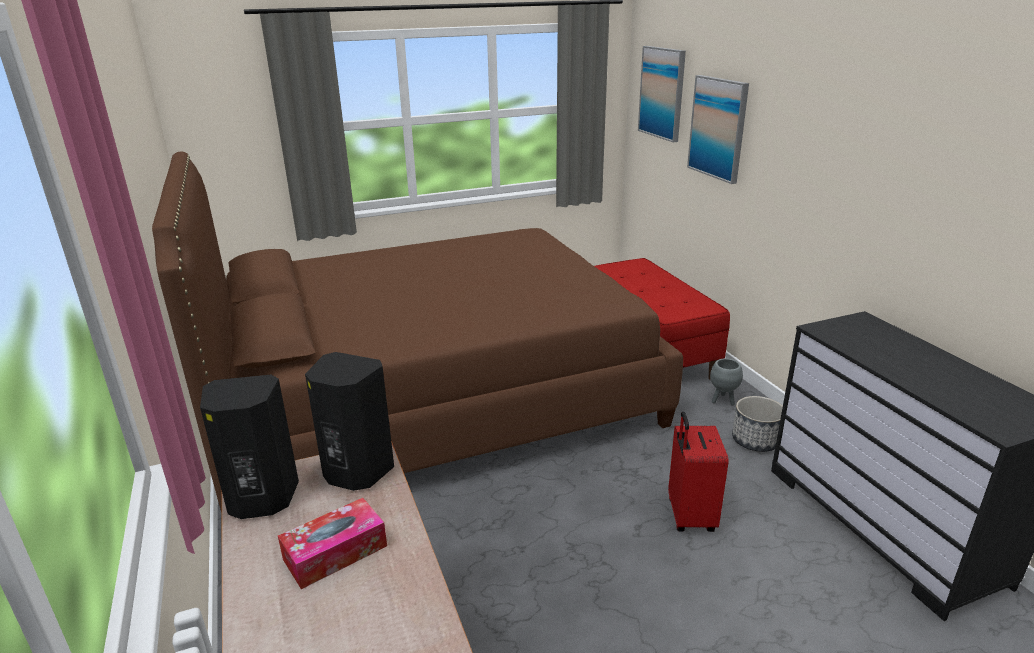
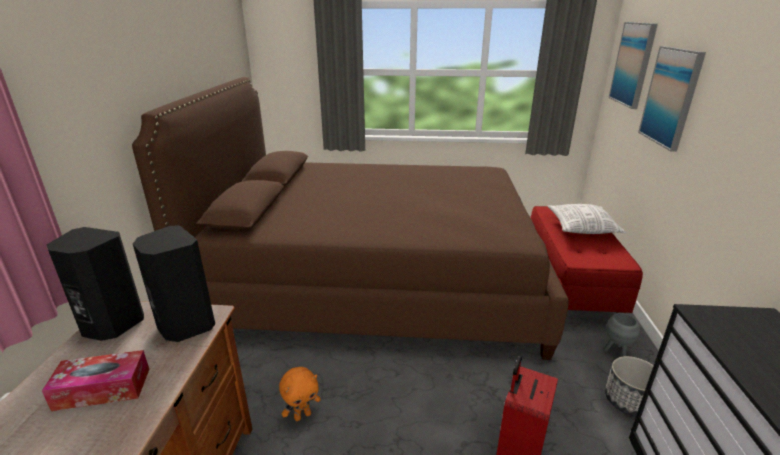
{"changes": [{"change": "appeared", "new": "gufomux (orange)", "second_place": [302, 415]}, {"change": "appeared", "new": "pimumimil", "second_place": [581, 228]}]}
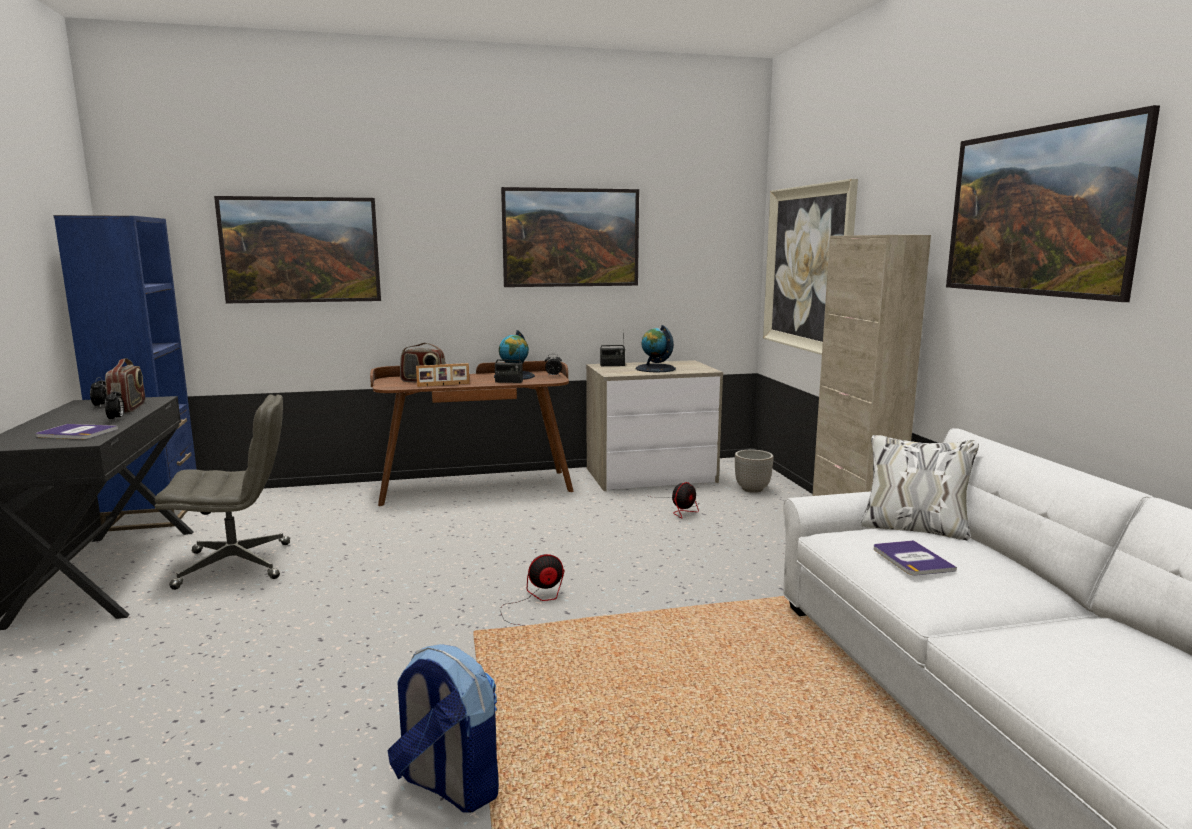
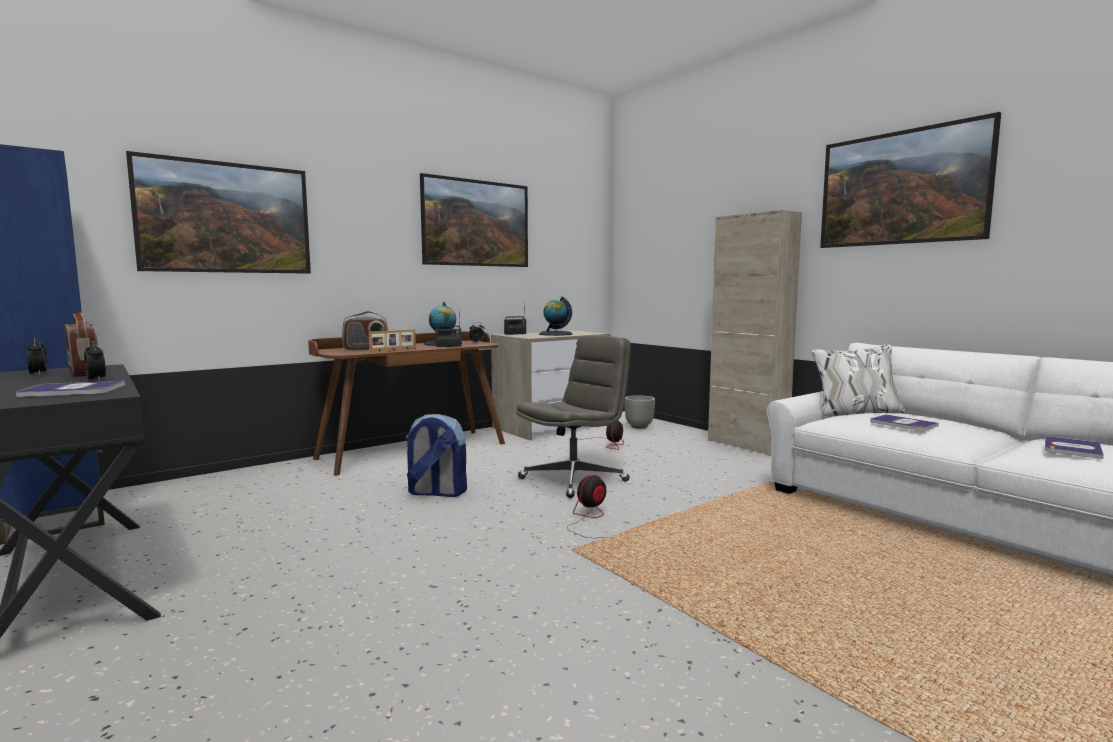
{"changes": [{"change": "relocated", "old": "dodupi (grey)", "first_place": [236, 565], "second_place": [574, 479]}, {"change": "relocated", "old": "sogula", "first_place": [448, 785], "second_place": [436, 492]}, {"change": "missing", "old": "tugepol", "first_place": [808, 268]}, {"change": "appeared", "new": "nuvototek", "second_place": [1072, 448]}]}
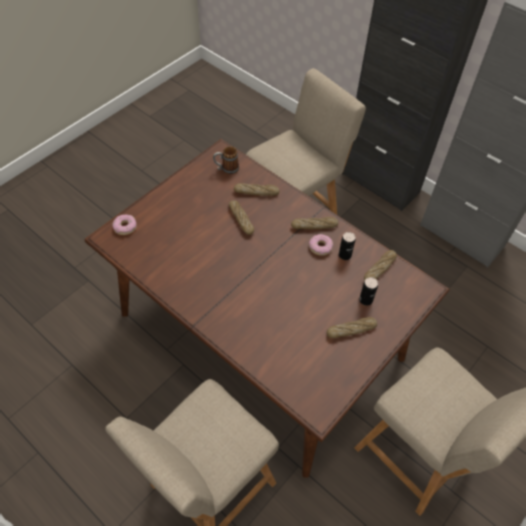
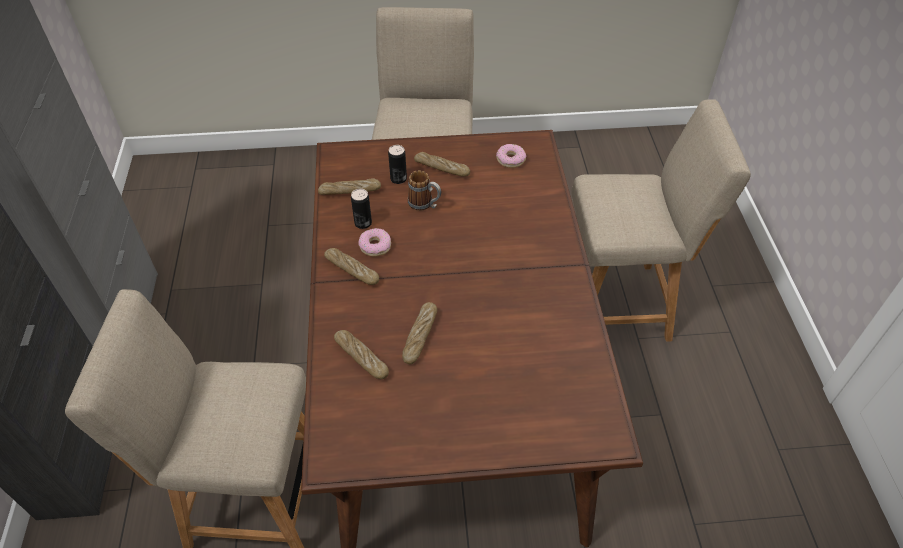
{"changes": [{"change": "relocated", "old": "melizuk", "first_place": [125, 227], "second_place": [510, 159]}, {"change": "relocated", "old": "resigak", "first_place": [226, 169], "second_place": [425, 205]}]}
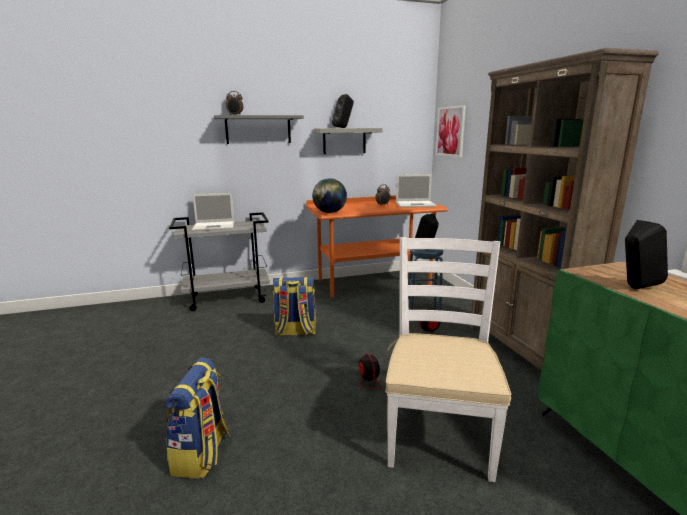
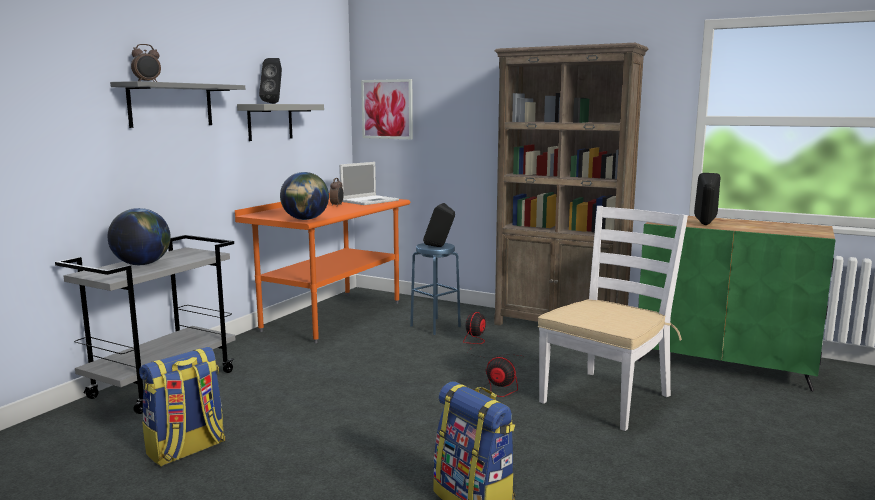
{"changes": [{"change": "exchanged", "old": "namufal", "new": "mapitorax", "first_place": [215, 226], "second_place": [142, 264]}, {"change": "relocated", "old": "sogula", "first_place": [295, 332], "second_place": [186, 450]}, {"change": "spun", "old": "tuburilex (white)", "first_place": [438, 433], "second_place": [606, 398], "degrees": 75}]}
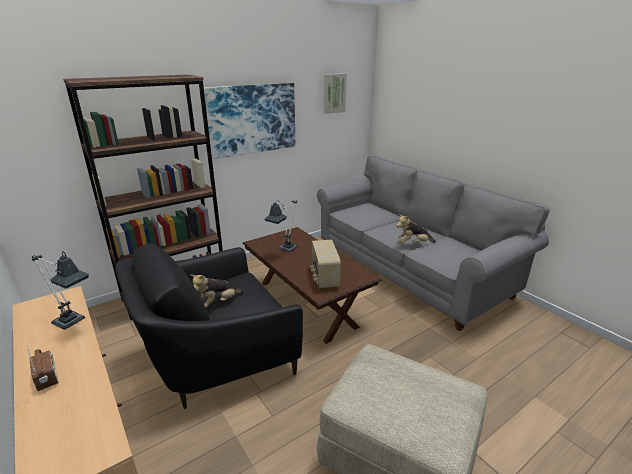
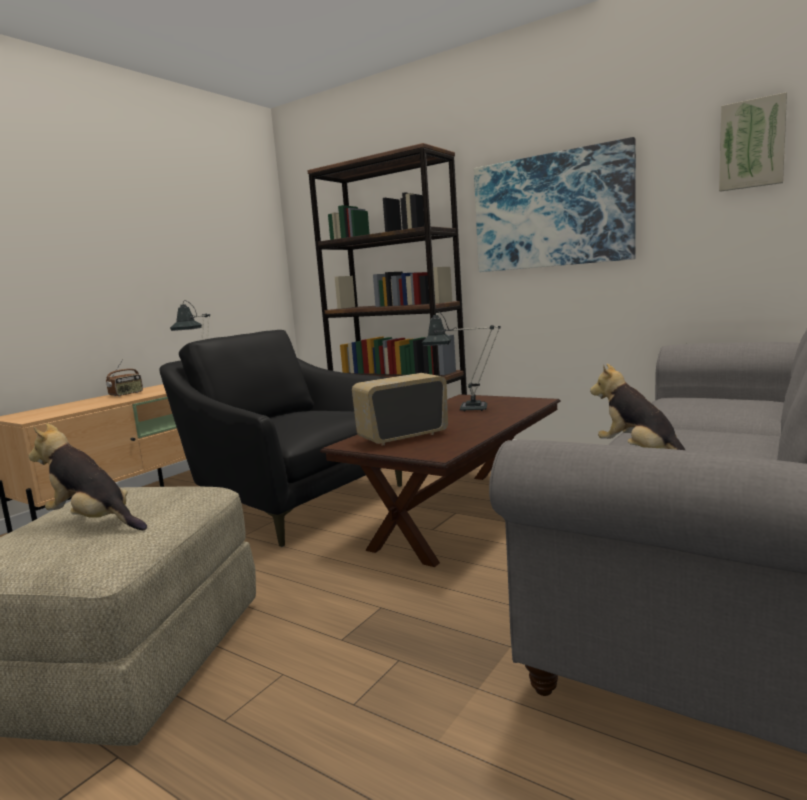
{"changes": [{"change": "relocated", "old": "gufomux", "first_place": [218, 303], "second_place": [94, 522]}]}
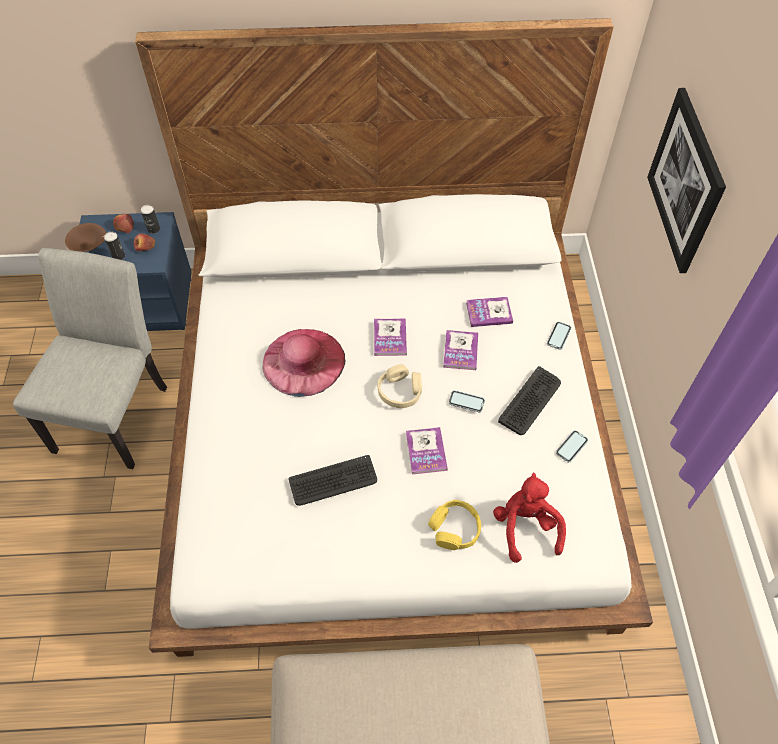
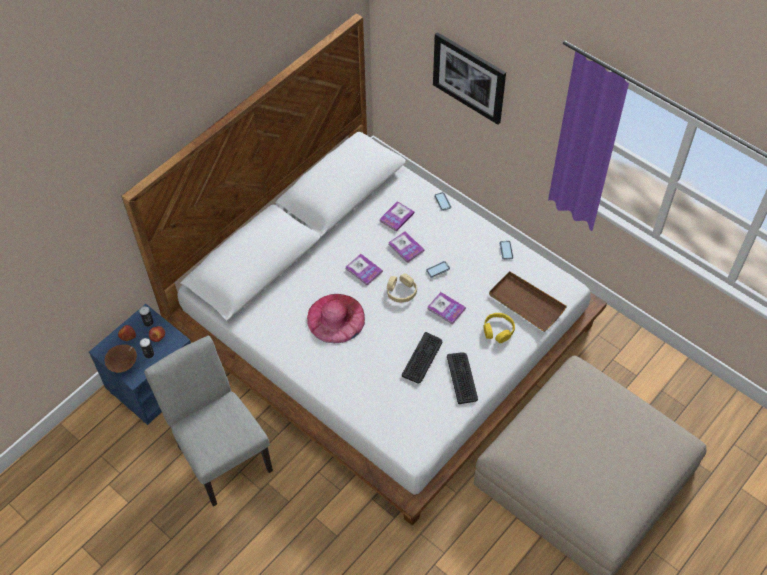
{"changes": [{"change": "exchanged", "old": "gufomux (red)", "new": "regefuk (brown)", "first_place": [525, 527], "second_place": [526, 303]}, {"change": "relocated", "old": "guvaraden", "first_place": [530, 401], "second_place": [462, 378]}]}
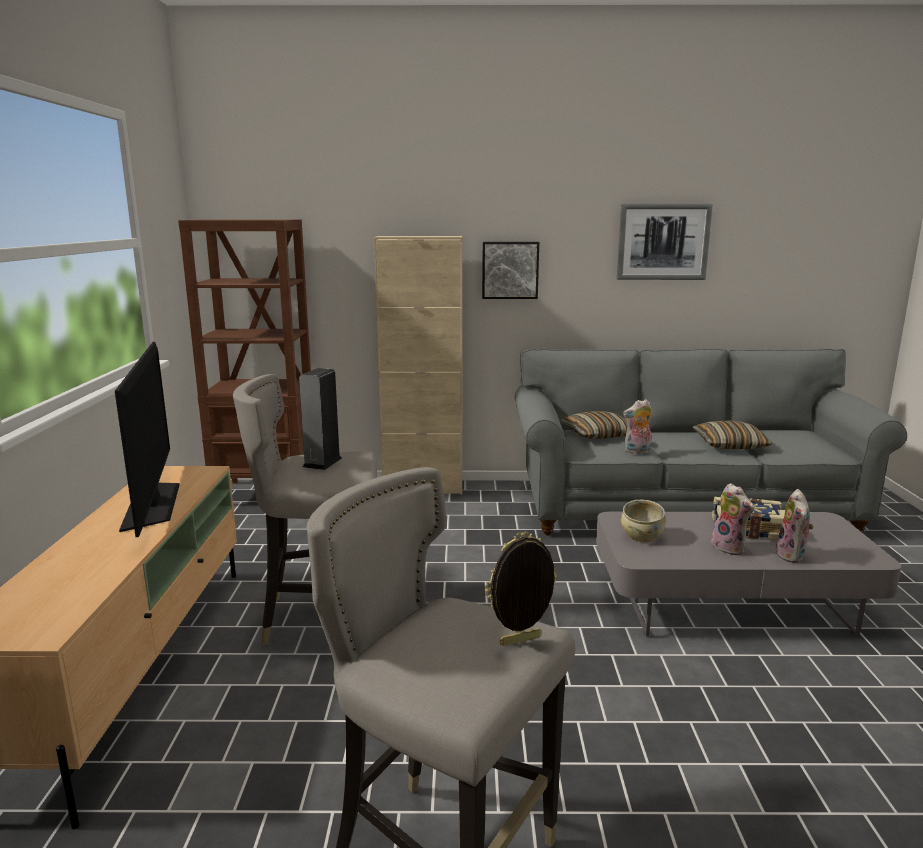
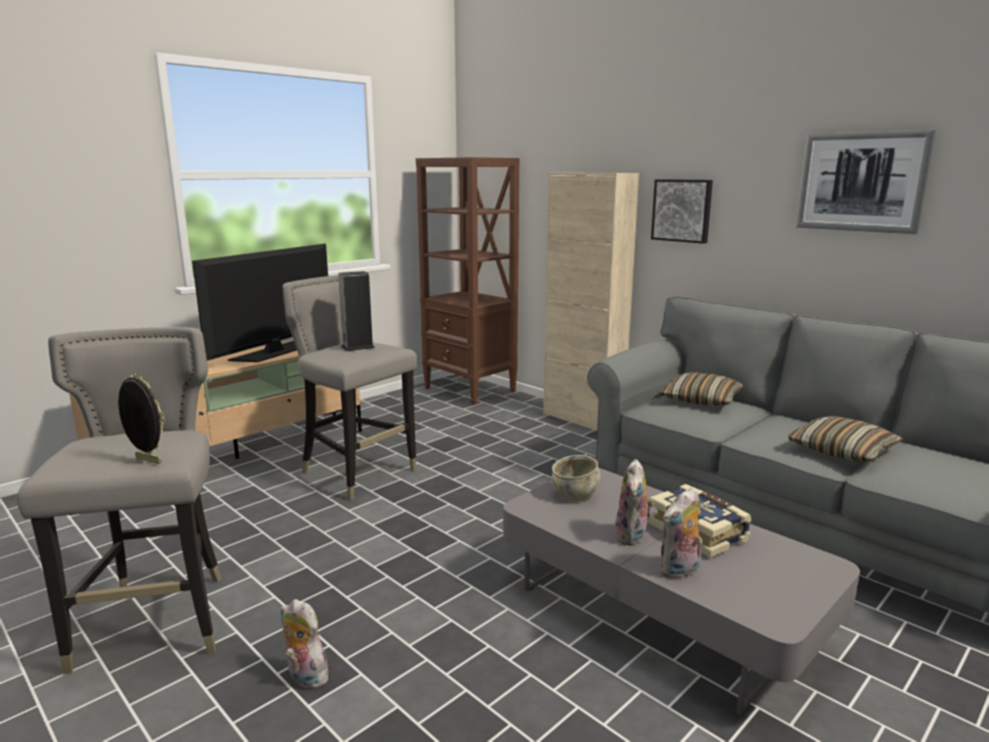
{"changes": [{"change": "relocated", "old": "gufomux", "first_place": [637, 452], "second_place": [304, 677]}]}
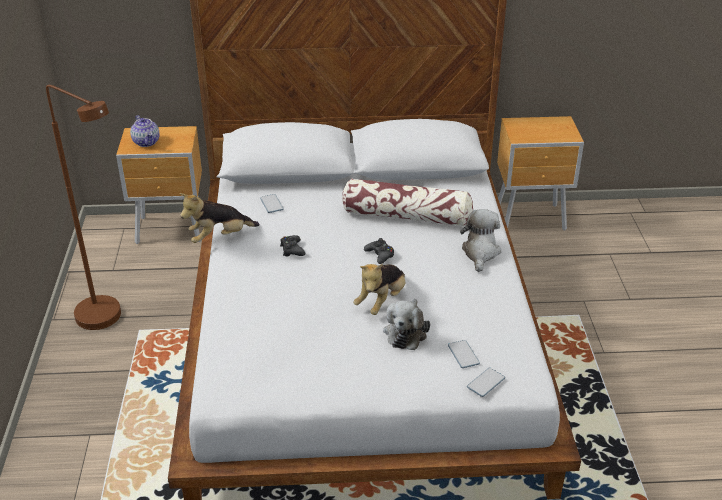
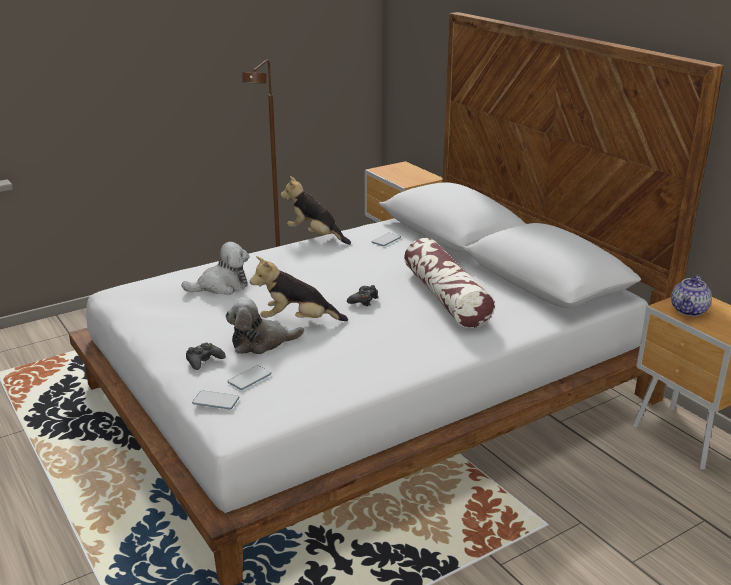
{"changes": [{"change": "relocated", "old": "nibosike", "first_place": [147, 142], "second_place": [689, 311]}, {"change": "relocated", "old": "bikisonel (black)", "first_place": [292, 250], "second_place": [204, 361]}, {"change": "relocated", "old": "gufomux", "first_place": [480, 252], "second_place": [221, 286]}]}
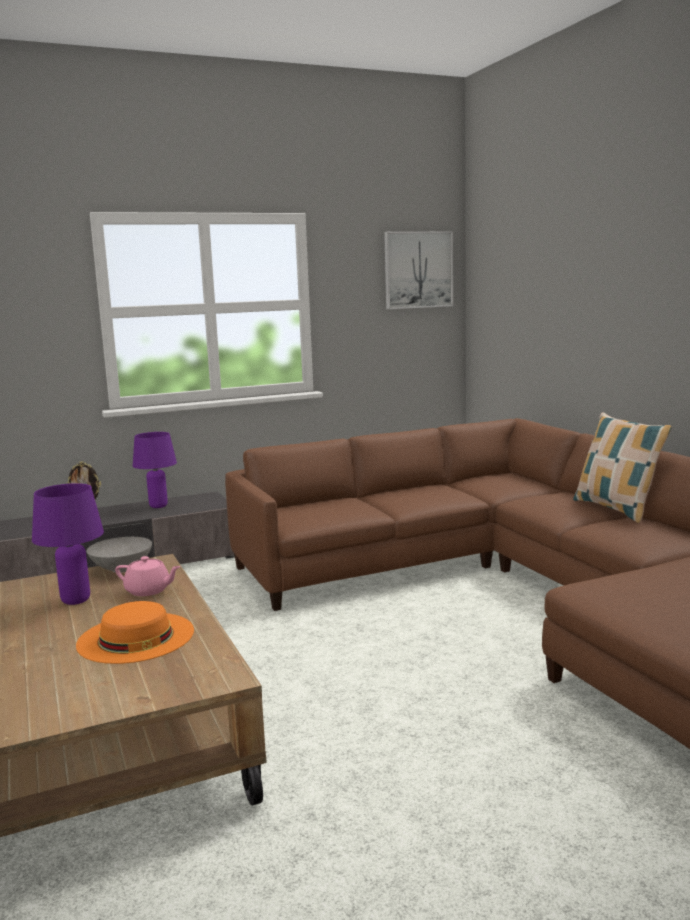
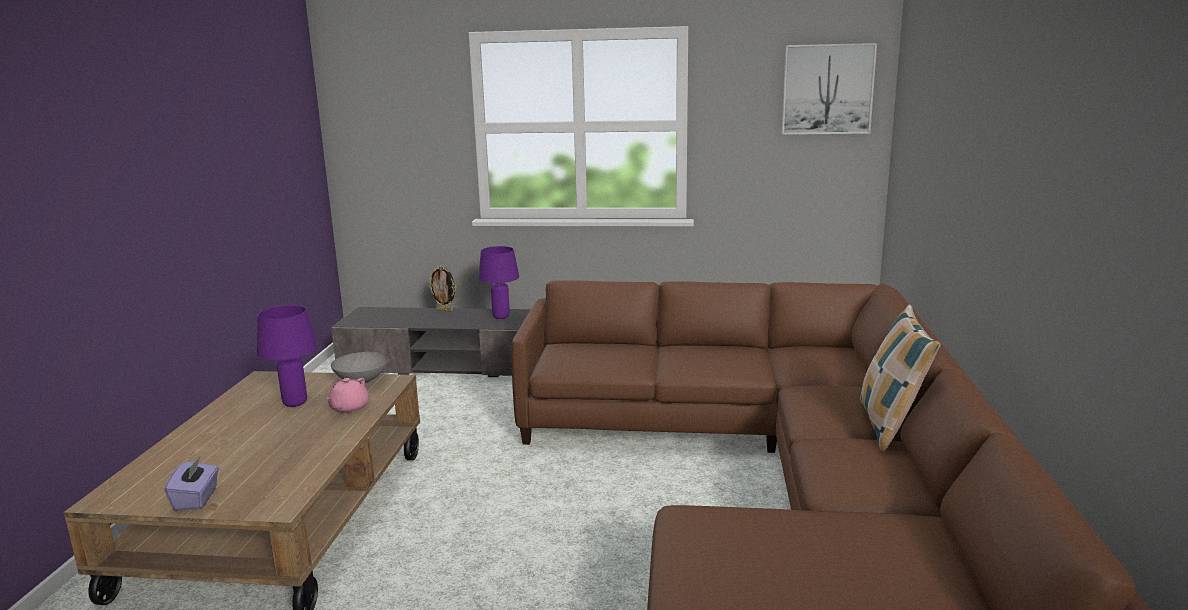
{"changes": [{"change": "missing", "old": "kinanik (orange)", "first_place": [136, 637]}, {"change": "spun", "old": "nibosike (pink)", "first_place": [148, 591], "second_place": [348, 408], "degrees": 60}, {"change": "appeared", "new": "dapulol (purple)", "second_place": [196, 499]}]}
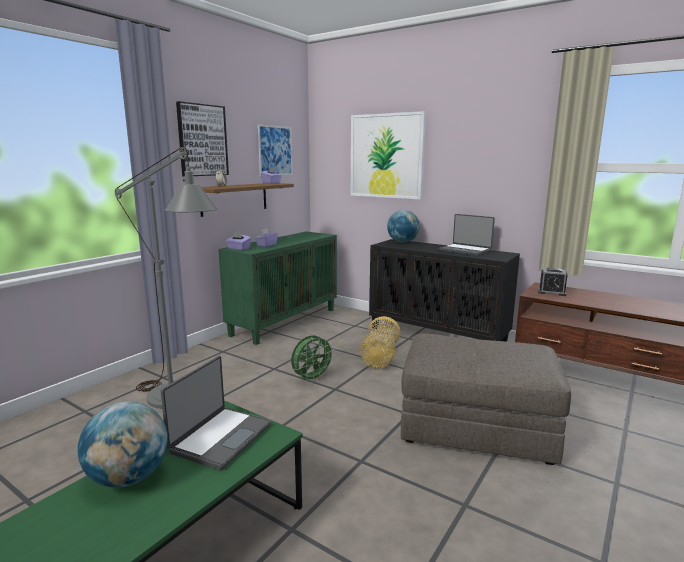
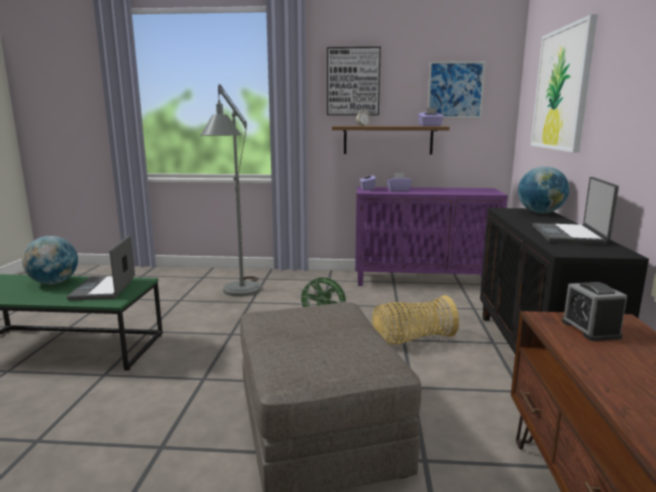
{"changes": [{"change": "spun", "old": "namufal", "first_place": [220, 437], "second_place": [105, 289], "degrees": 90}, {"change": "colour", "old": "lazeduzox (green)", "new": "lazeduzox (purple)", "first_place": [285, 321], "second_place": [424, 280]}]}
